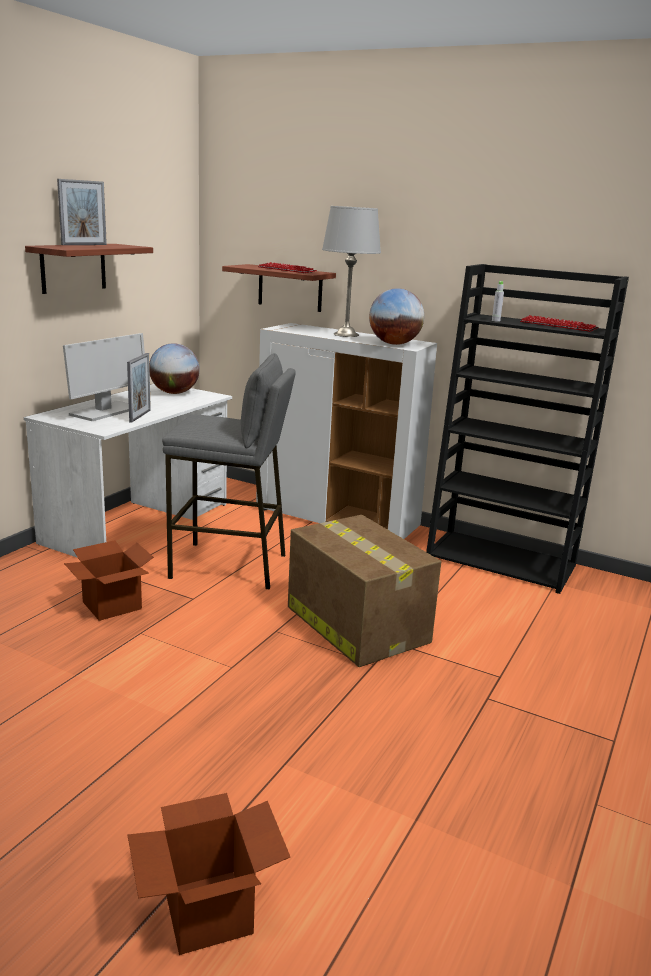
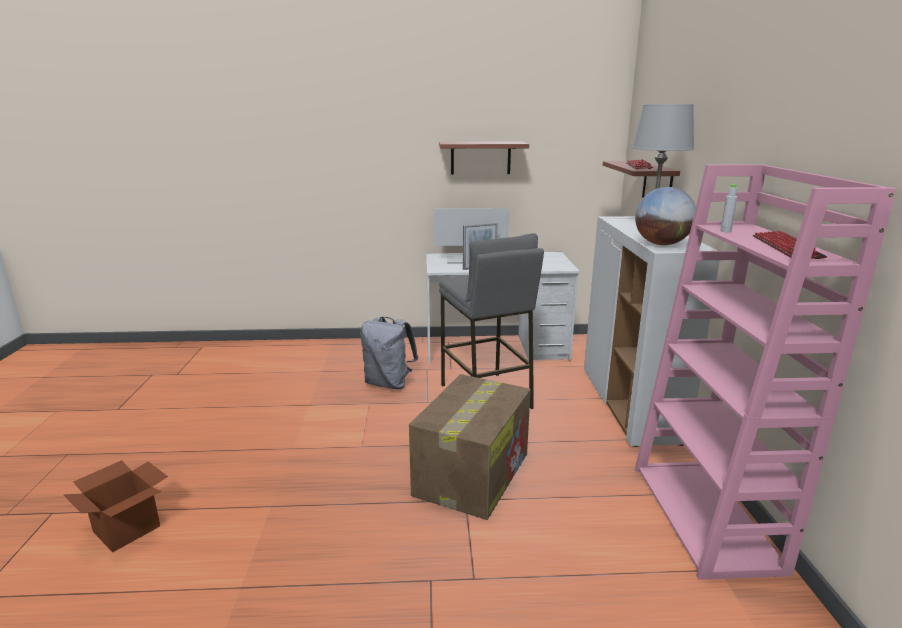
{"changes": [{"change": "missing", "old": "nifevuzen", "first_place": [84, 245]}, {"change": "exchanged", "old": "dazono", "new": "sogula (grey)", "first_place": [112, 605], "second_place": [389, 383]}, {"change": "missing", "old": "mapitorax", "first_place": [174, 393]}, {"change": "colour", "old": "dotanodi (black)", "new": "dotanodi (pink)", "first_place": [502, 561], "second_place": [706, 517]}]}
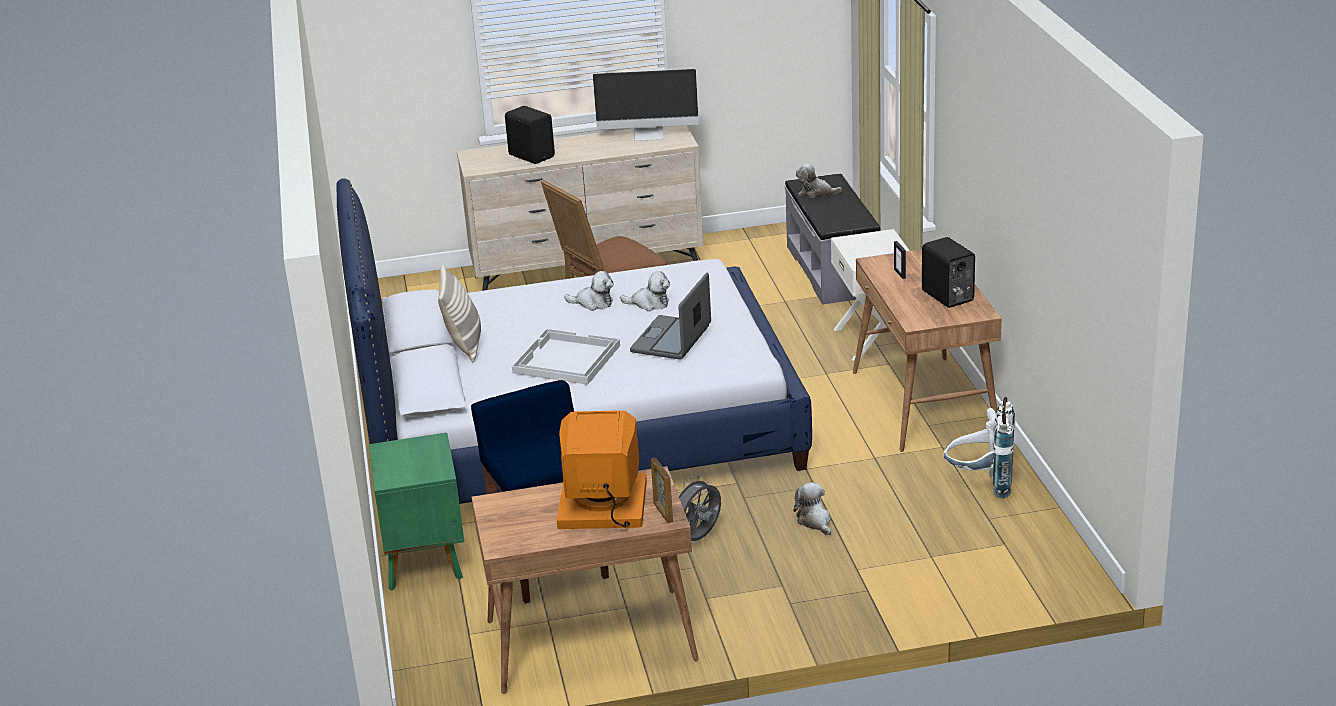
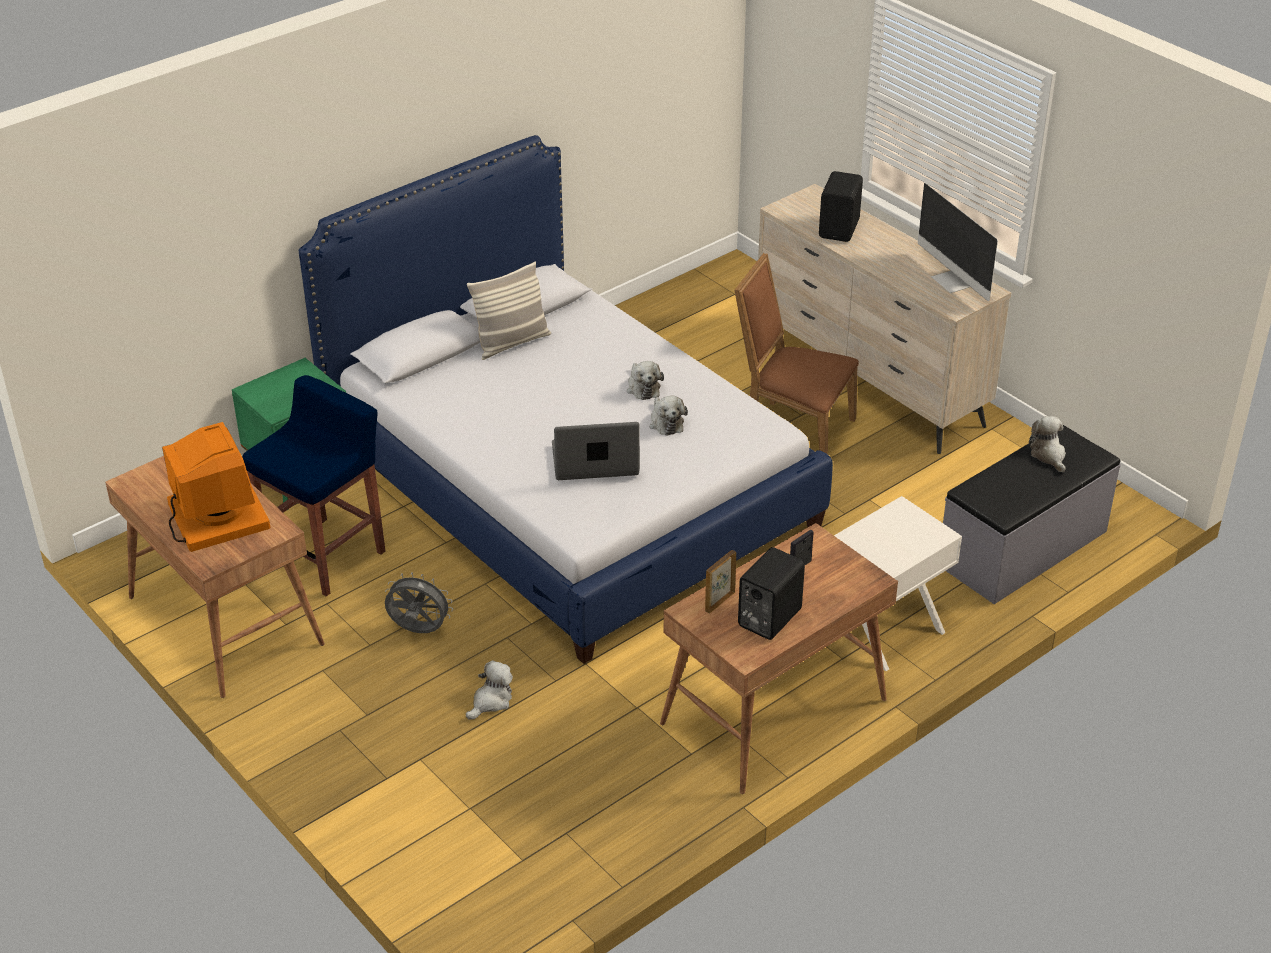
{"changes": [{"change": "missing", "old": "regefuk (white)", "first_place": [565, 359]}, {"change": "relocated", "old": "nifevuzen", "first_place": [663, 513], "second_place": [719, 601]}, {"change": "missing", "old": "sogula (white)", "first_place": [980, 484]}]}
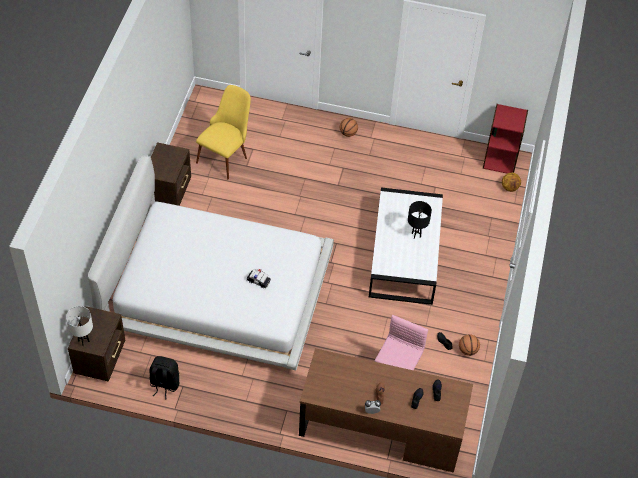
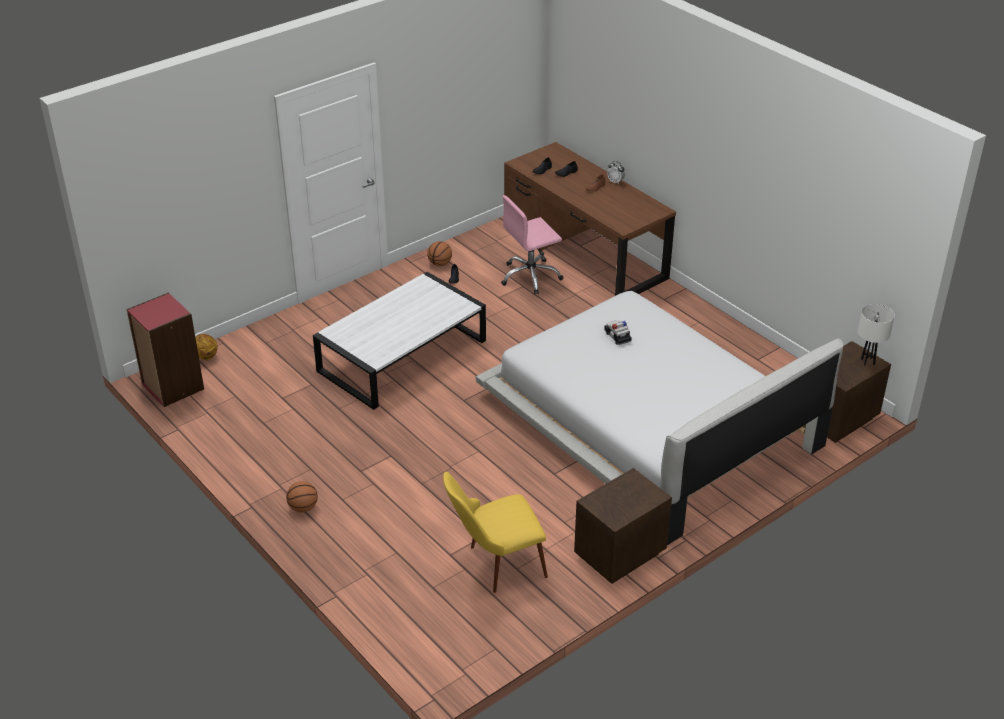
{"changes": [{"change": "missing", "old": "sogula (black)", "first_place": [164, 384]}, {"change": "missing", "old": "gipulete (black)", "first_place": [416, 235]}]}
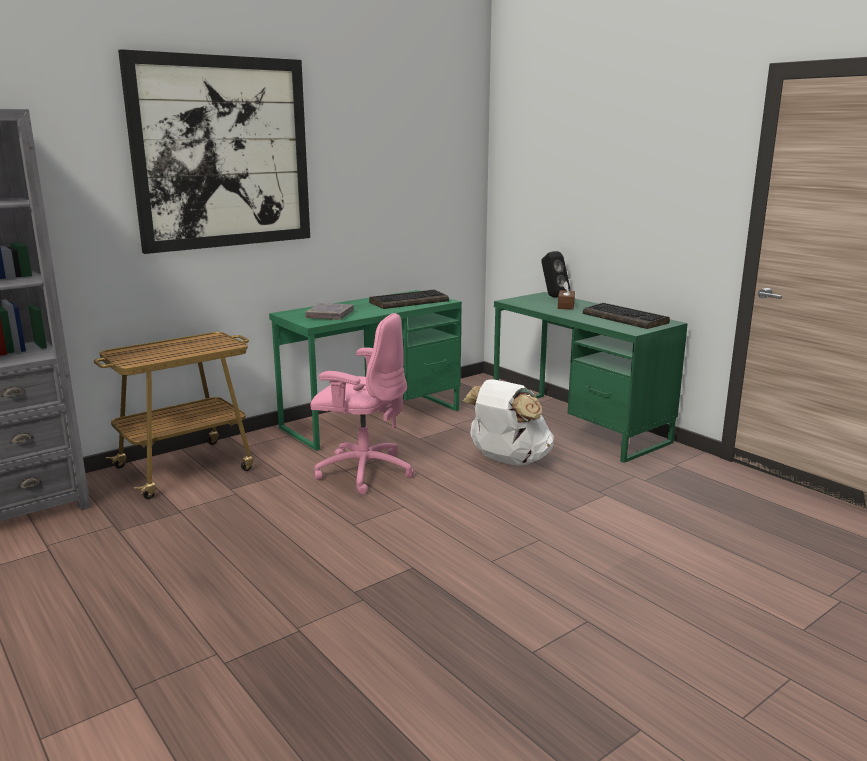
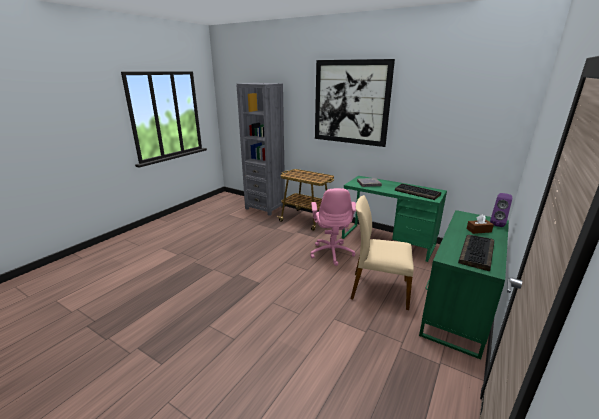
{"changes": [{"change": "exchanged", "old": "sogula (white)", "new": "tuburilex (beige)", "first_place": [508, 460], "second_place": [378, 289]}, {"change": "colour", "old": "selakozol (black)", "new": "selakozol (purple)", "first_place": [552, 296], "second_place": [497, 224]}]}
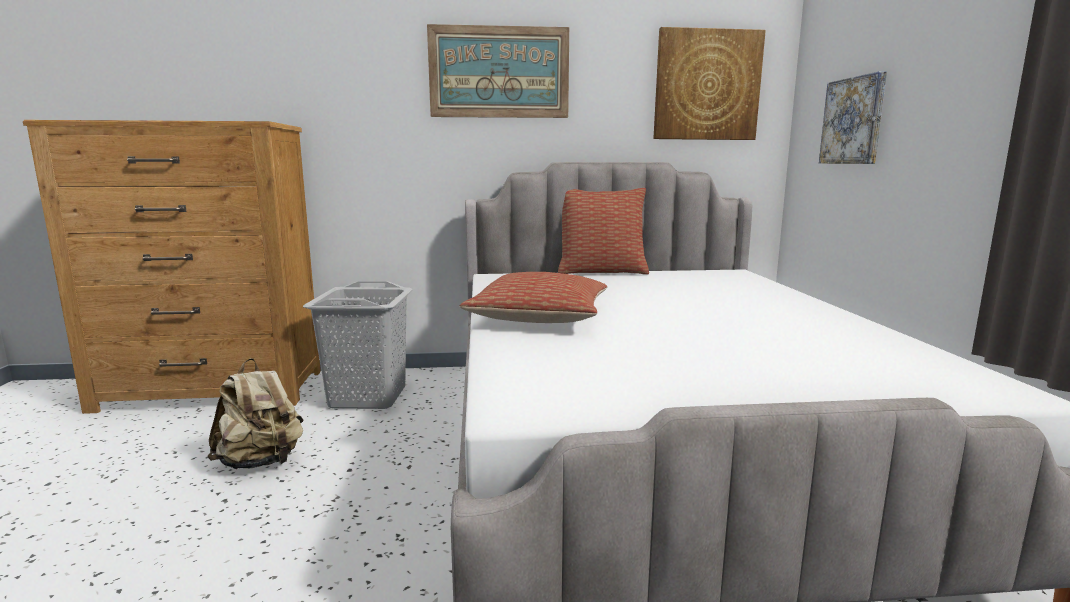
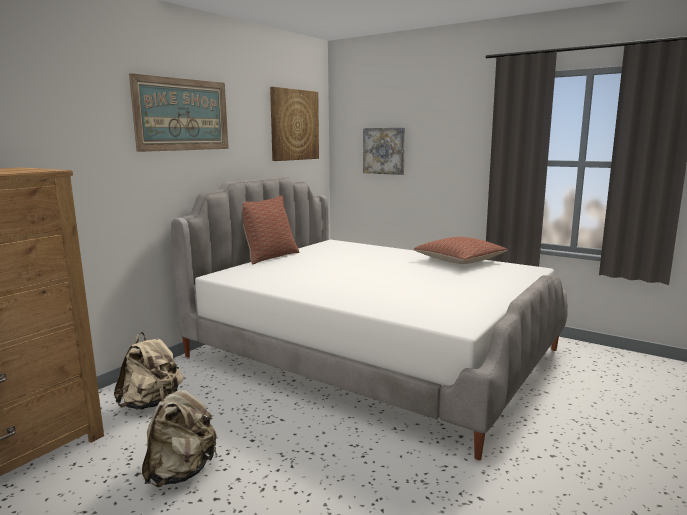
{"changes": [{"change": "exchanged", "old": "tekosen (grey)", "new": "sogula (beige)", "first_place": [368, 397], "second_place": [152, 403]}, {"change": "relocated", "old": "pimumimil", "first_place": [539, 317], "second_place": [459, 261]}]}
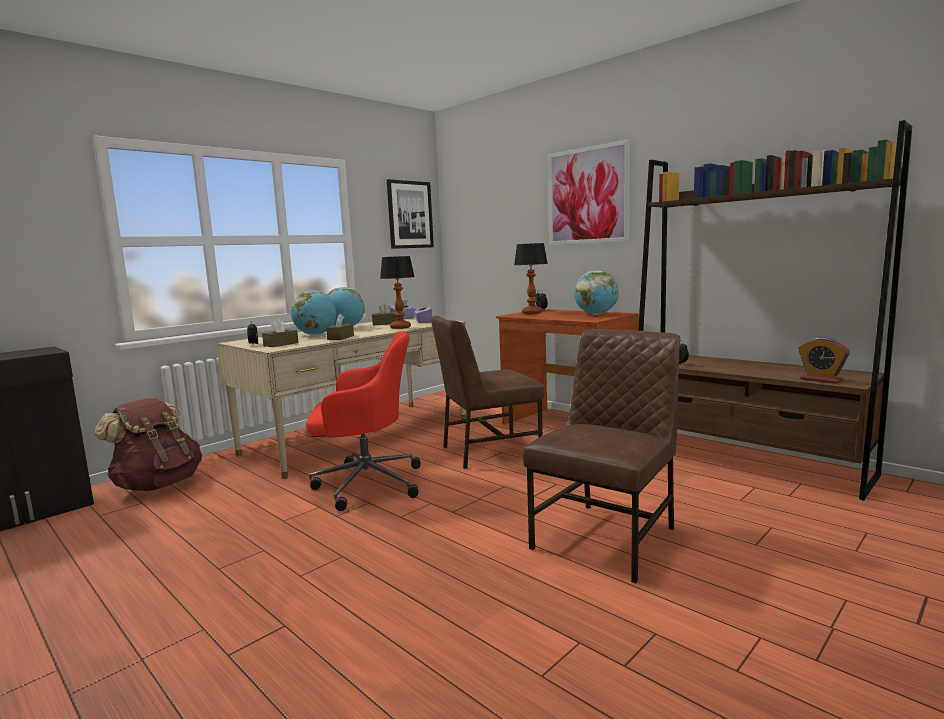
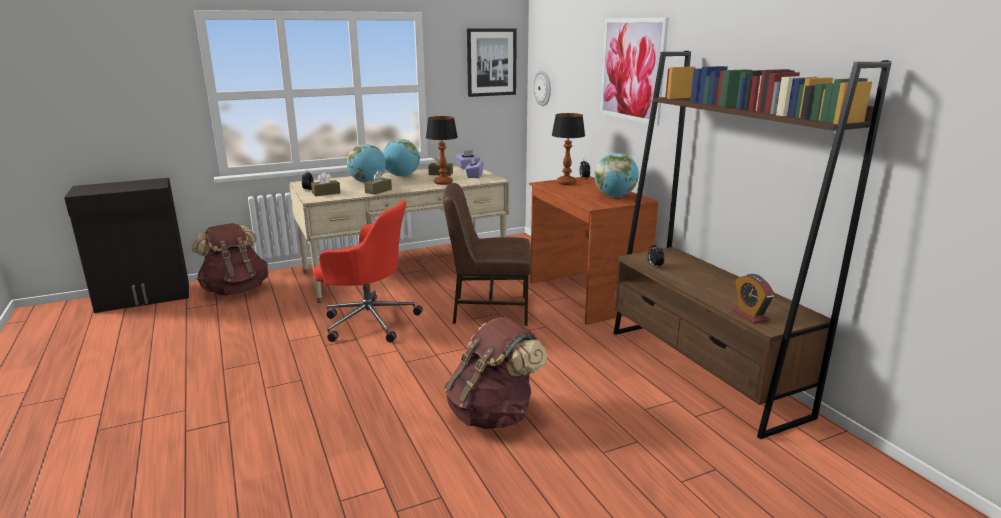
{"changes": [{"change": "exchanged", "old": "tuburilex (brown)", "new": "sogula (brown)", "first_place": [607, 538], "second_place": [493, 414]}, {"change": "appeared", "new": "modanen", "second_place": [543, 88]}]}
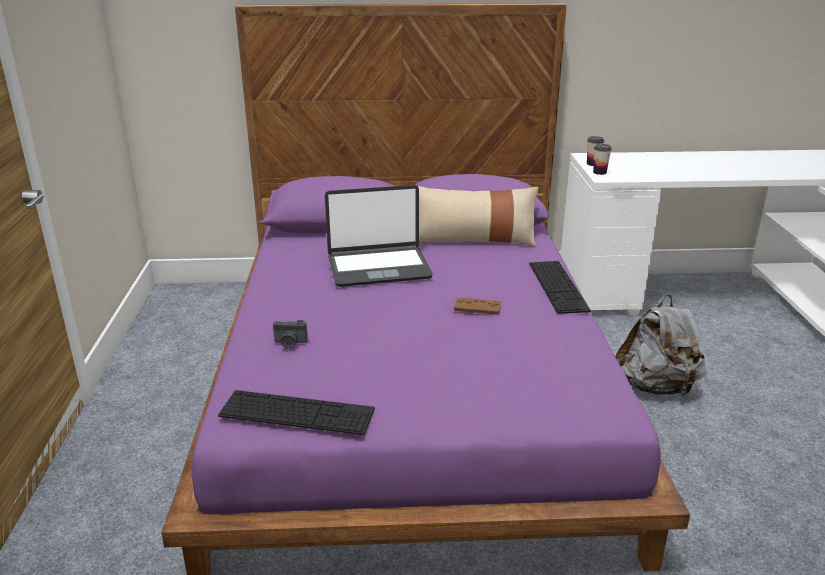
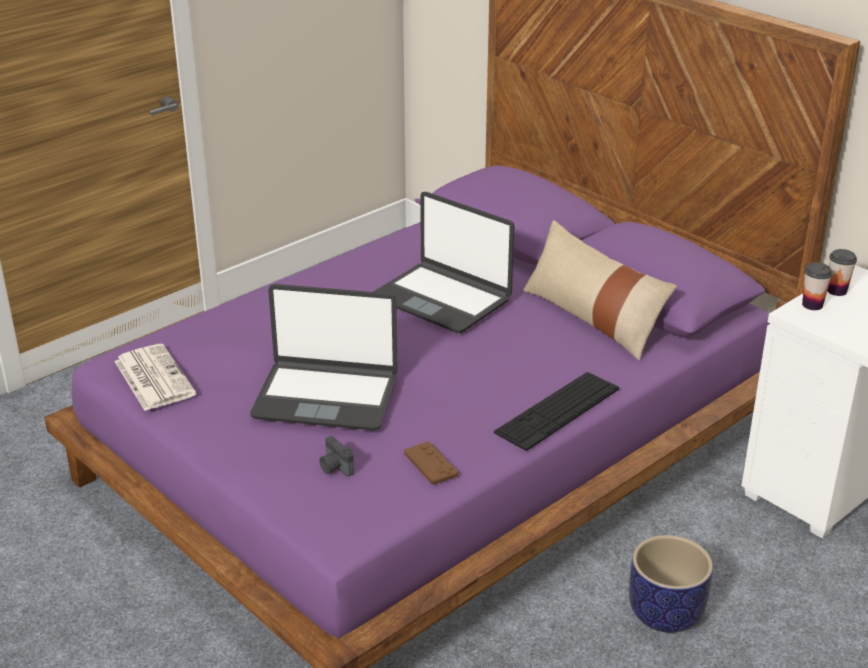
{"changes": [{"change": "exchanged", "old": "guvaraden", "new": "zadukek", "first_place": [297, 413], "second_place": [153, 378]}, {"change": "relocated", "old": "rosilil", "first_place": [290, 343], "second_place": [335, 468]}, {"change": "relocated", "old": "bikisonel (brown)", "first_place": [477, 307], "second_place": [430, 464]}, {"change": "exchanged", "old": "sogula (grey)", "new": "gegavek", "first_place": [656, 387], "second_place": [666, 614]}, {"change": "appeared", "new": "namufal", "second_place": [326, 397]}]}
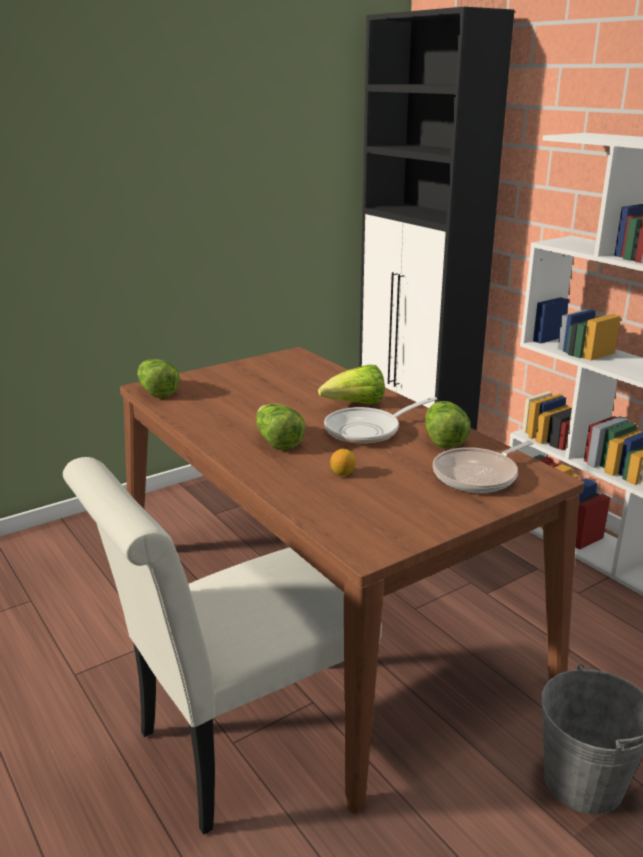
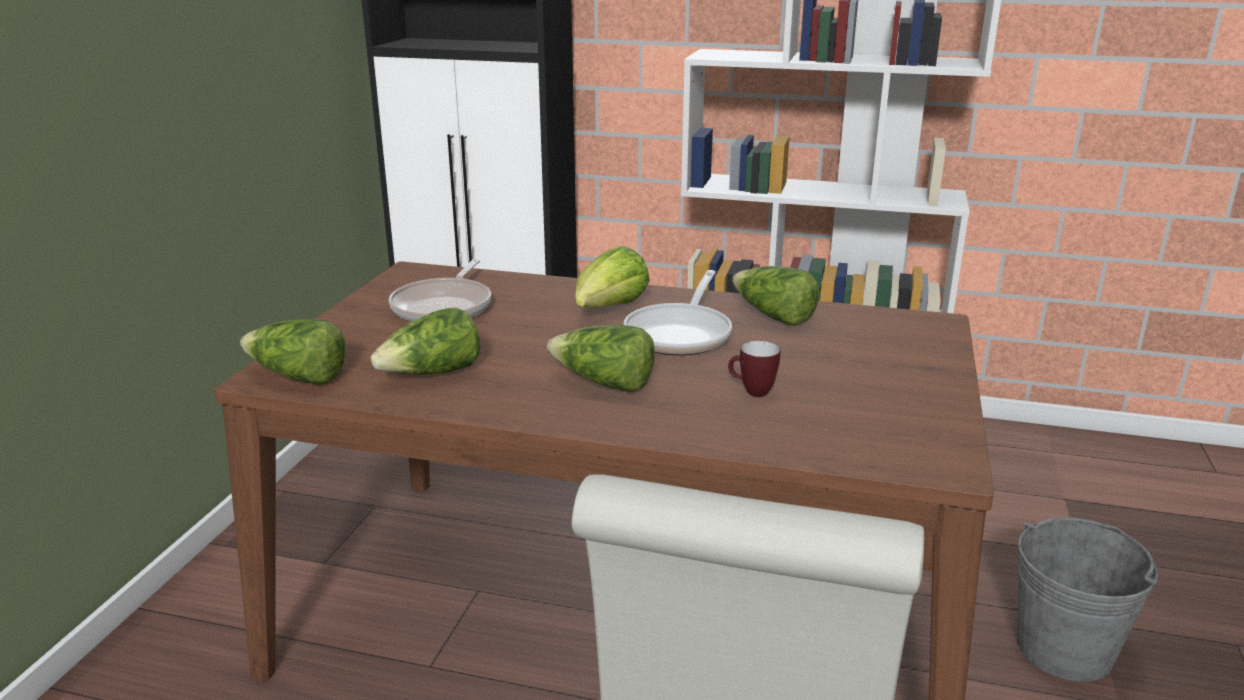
{"changes": [{"change": "exchanged", "old": "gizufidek", "new": "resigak", "first_place": [342, 473], "second_place": [751, 392]}, {"change": "relocated", "old": "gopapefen", "first_place": [479, 475], "second_place": [445, 307]}, {"change": "appeared", "new": "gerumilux", "second_place": [432, 374]}]}
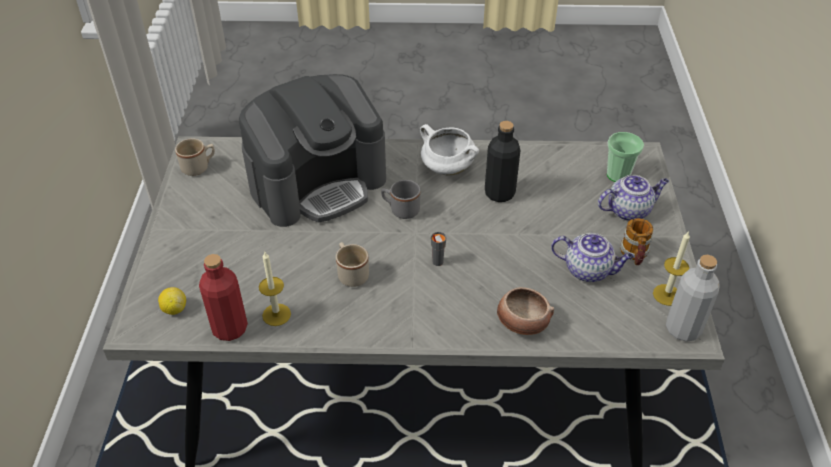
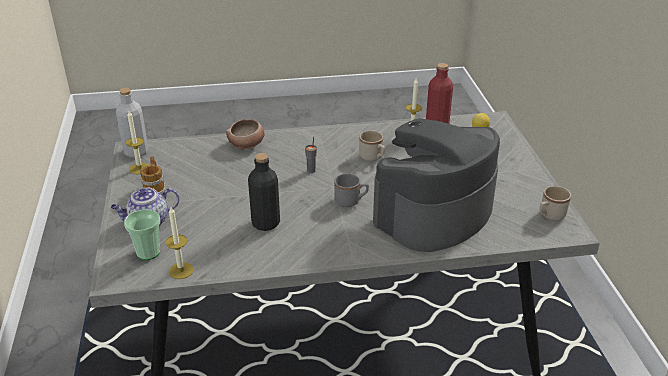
{"changes": [{"change": "missing", "old": "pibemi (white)", "first_place": [446, 168]}, {"change": "missing", "old": "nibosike", "first_place": [588, 270]}, {"change": "appeared", "new": "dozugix", "second_place": [181, 270]}]}
